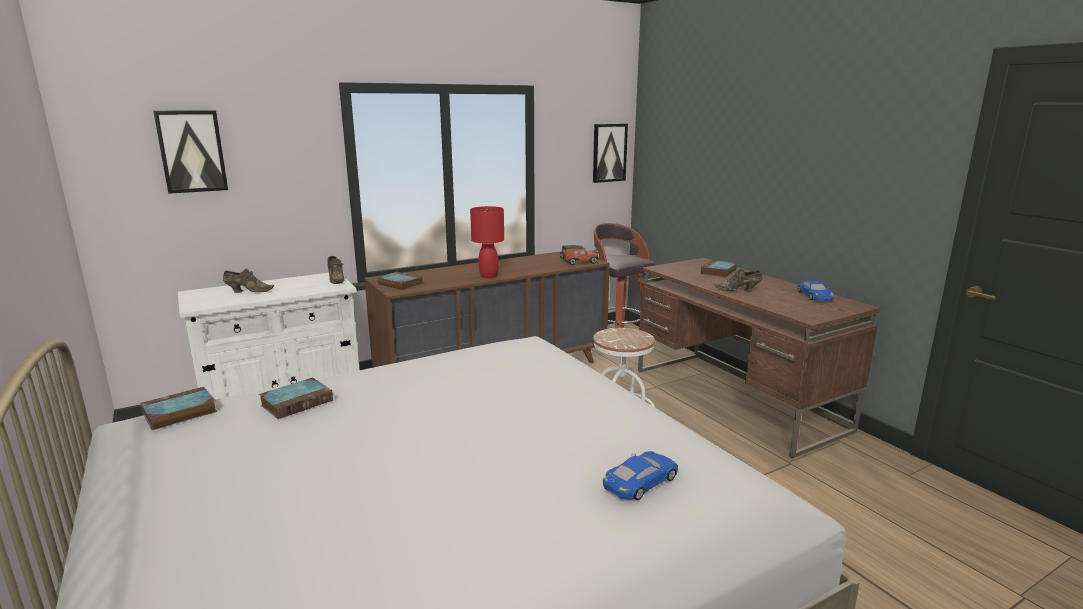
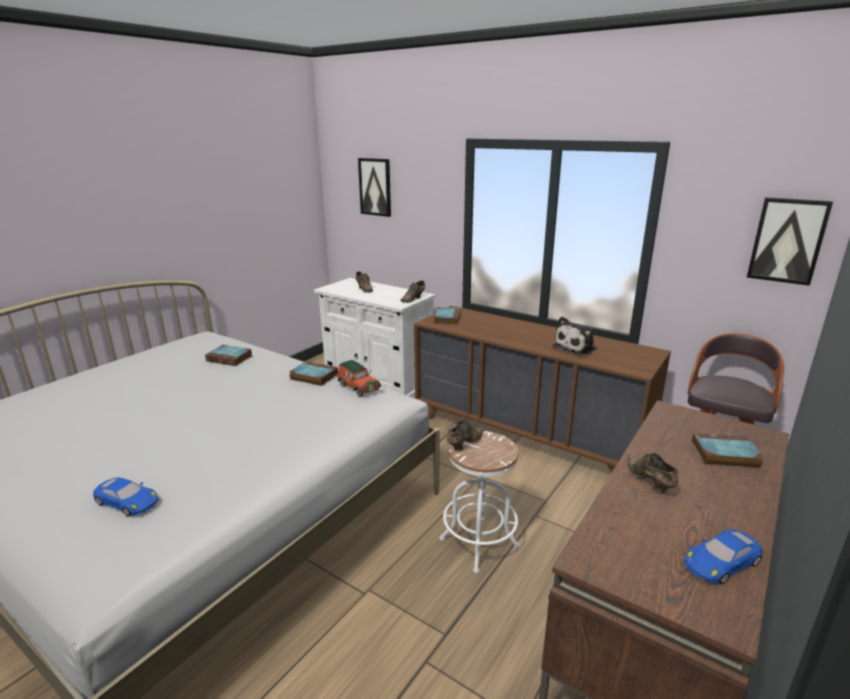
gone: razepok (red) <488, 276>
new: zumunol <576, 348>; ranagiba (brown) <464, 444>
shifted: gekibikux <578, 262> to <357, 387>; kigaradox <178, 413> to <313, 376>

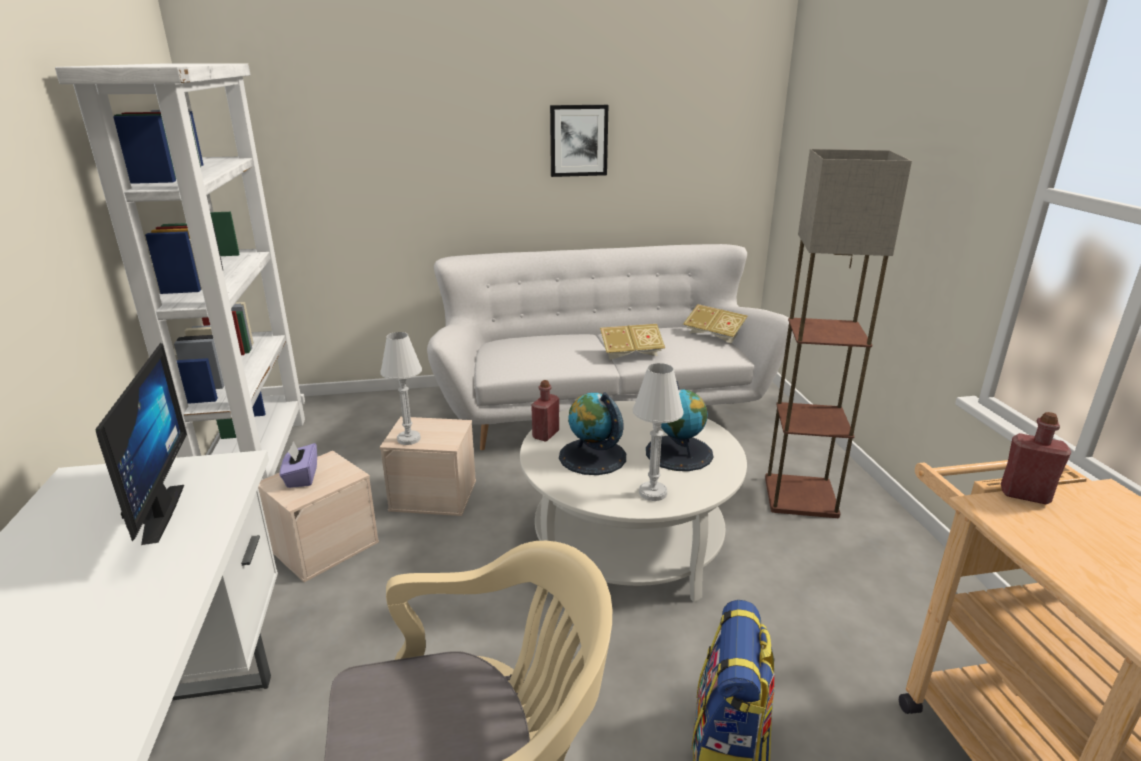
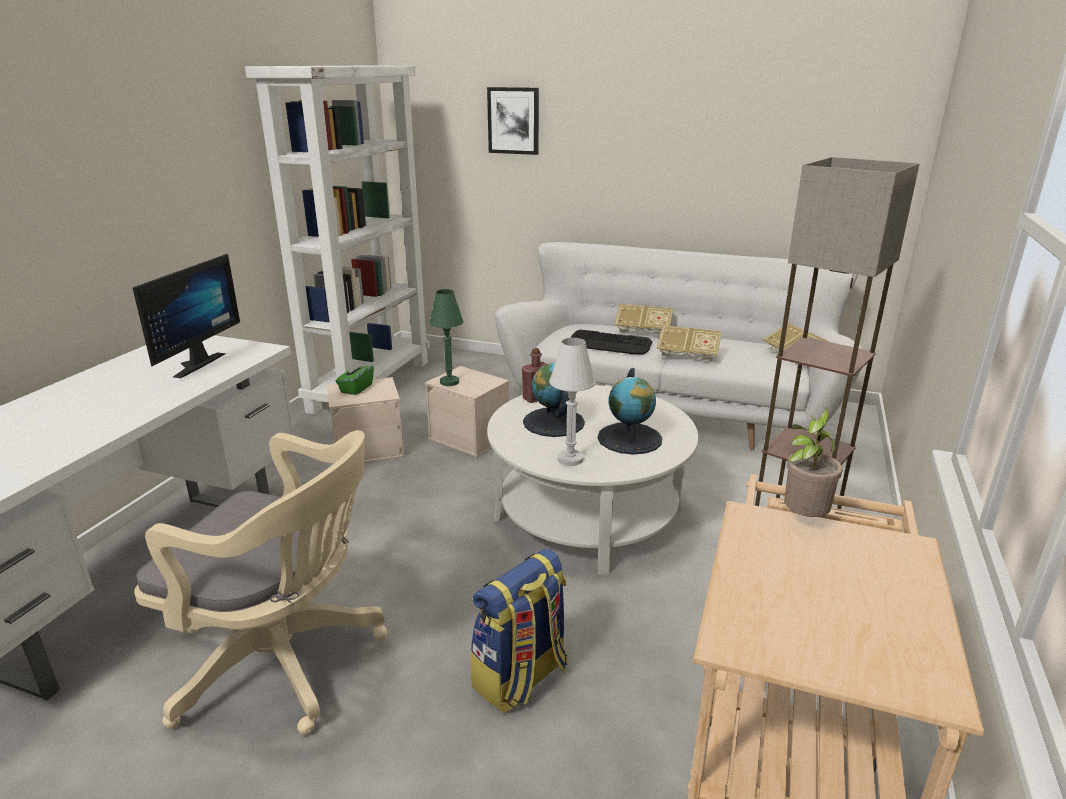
new: kigaradox <643, 331>; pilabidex <609, 344>
shifted: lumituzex <578, 140> to <513, 120>
swapped: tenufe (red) <1024, 494> to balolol <802, 519>
repainted: razepok (white) <408, 439> to razepok (green) <449, 382>; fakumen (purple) <301, 477> to fakumen (green) <356, 388>

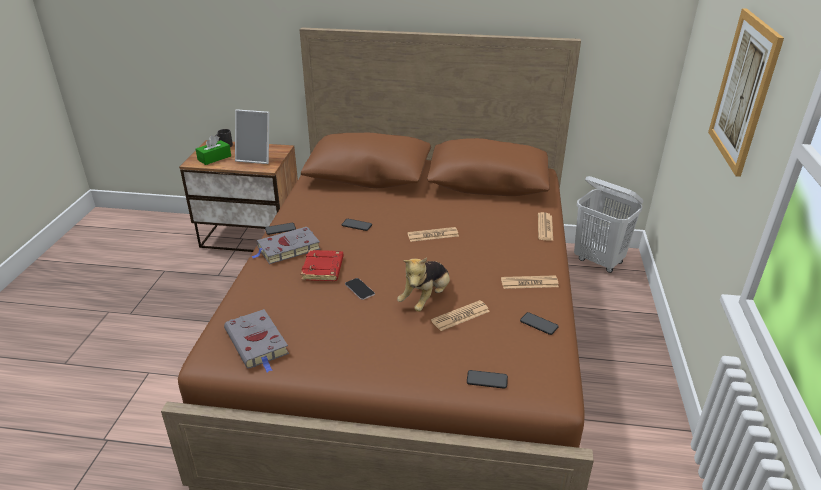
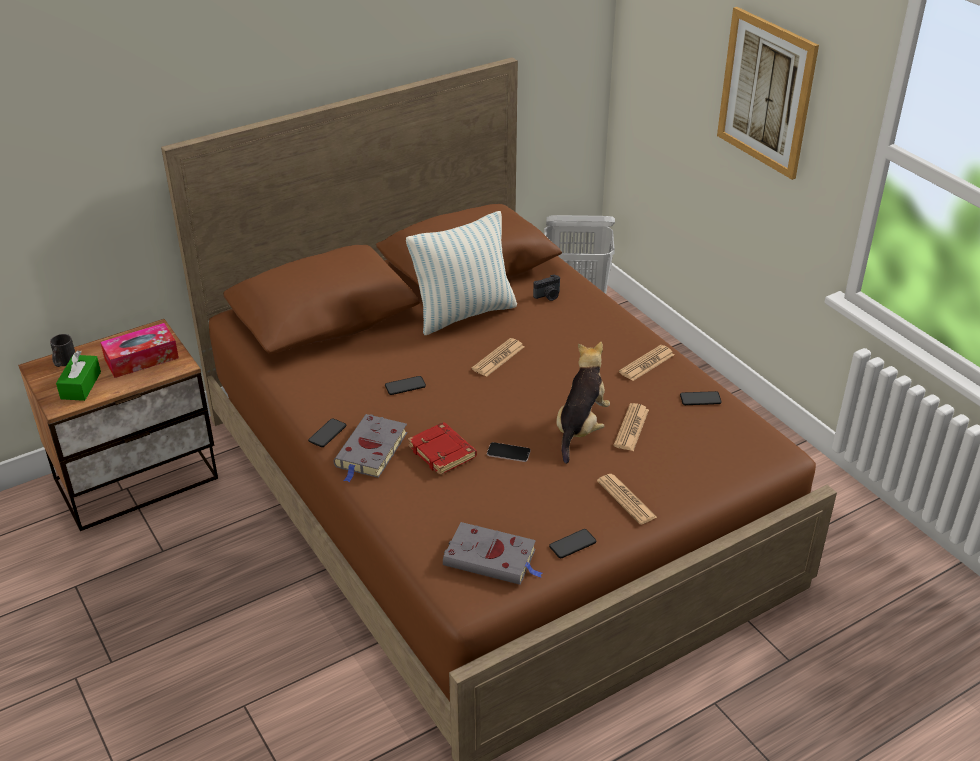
new: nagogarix <464, 313>; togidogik <548, 296>
shifted: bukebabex <545, 227> to <626, 499>; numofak <487, 380> to <572, 544>
swapped: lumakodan <256, 158> to fakumen <141, 359>
rotated: zumunol <426, 298> = <580, 428> 150 degrees counterclockwise

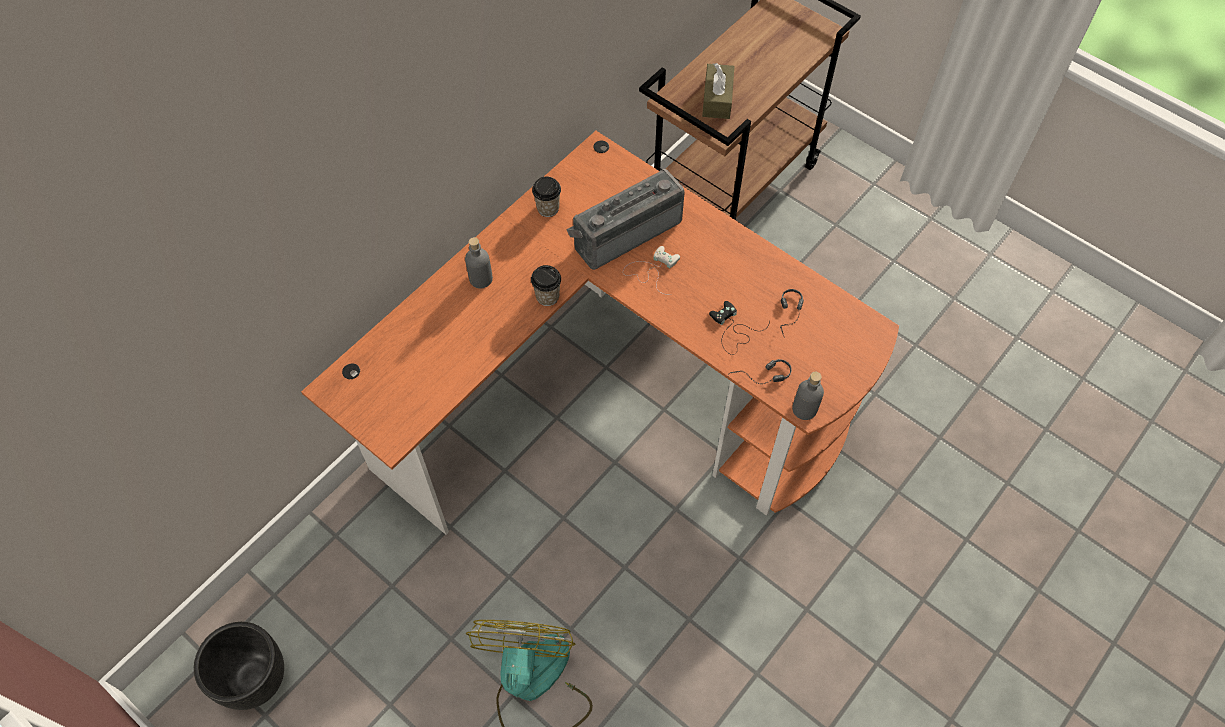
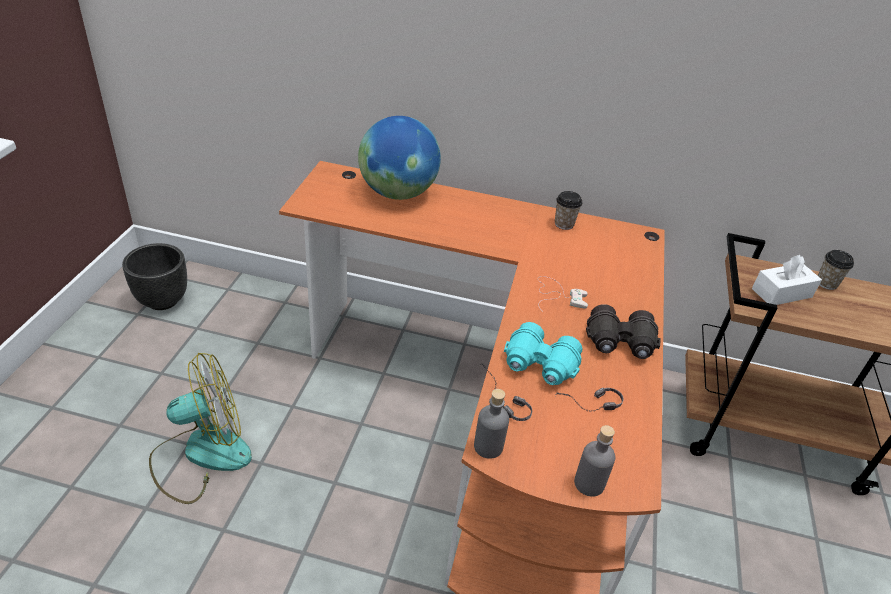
gone: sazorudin <625, 231>
new: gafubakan <397, 193>; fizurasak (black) <620, 343>
shifted: tenufe (grey) <480, 279> to <589, 483>; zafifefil <547, 297> to <826, 283>
swapped: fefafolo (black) <734, 330> to fizurasak (turquoise) <539, 366>
repainted: fakumen (brown) <717, 99> to fakumen (white) <781, 293>

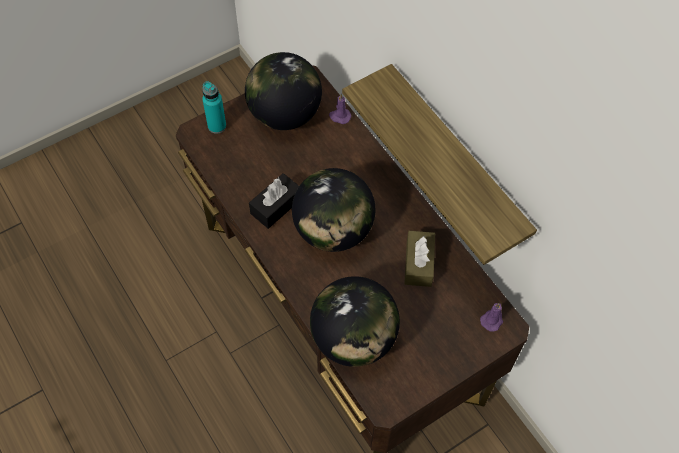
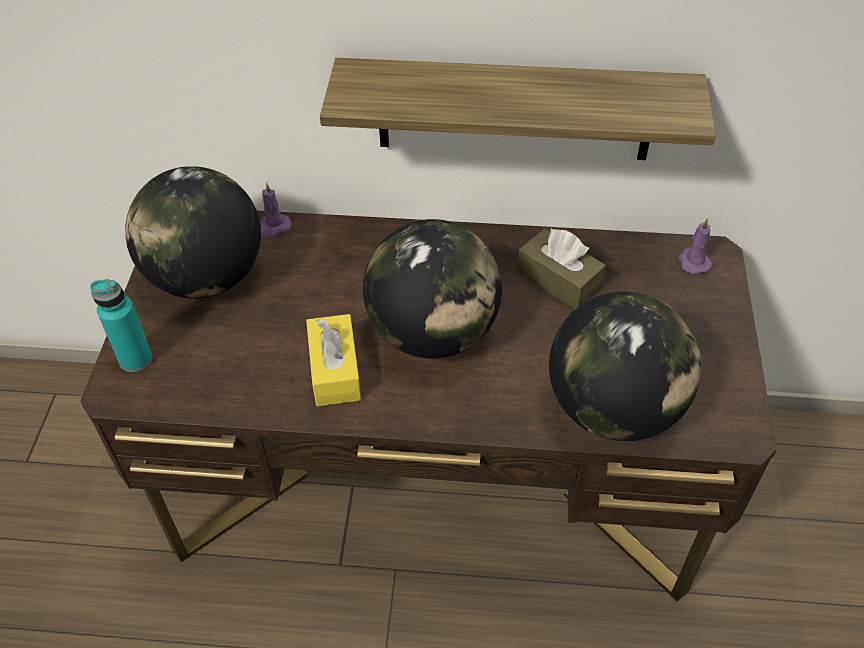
repainted: fakumen (black) <276, 206> to fakumen (yellow) <335, 370>

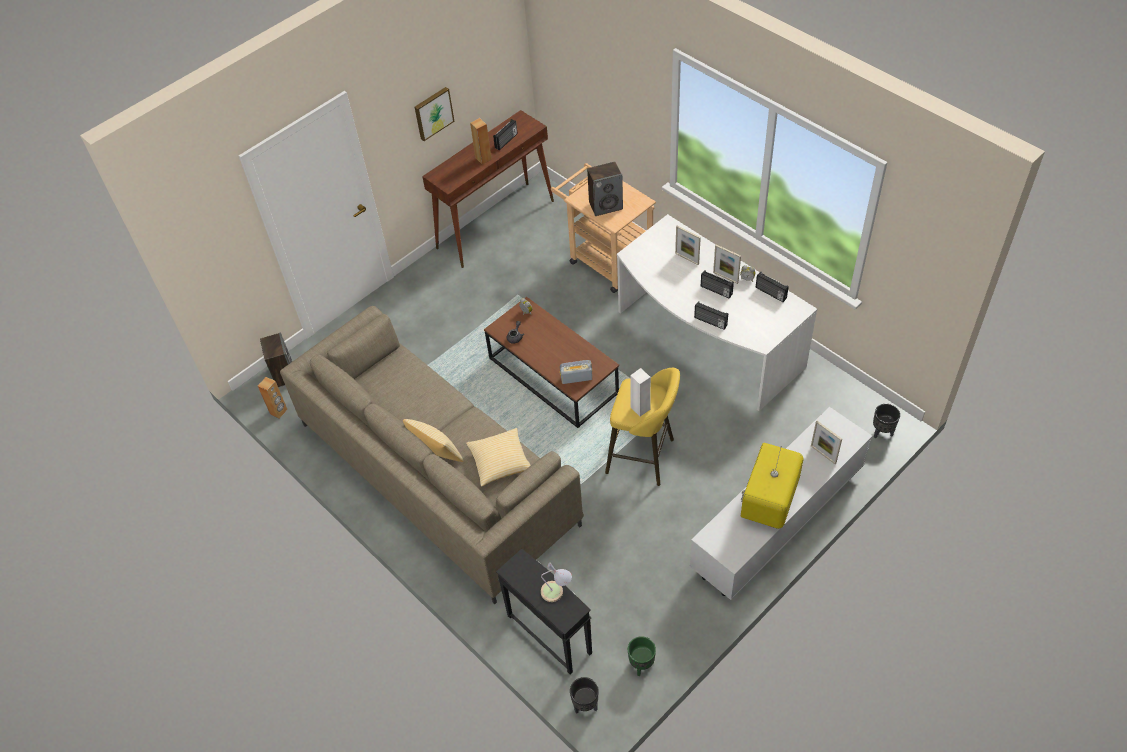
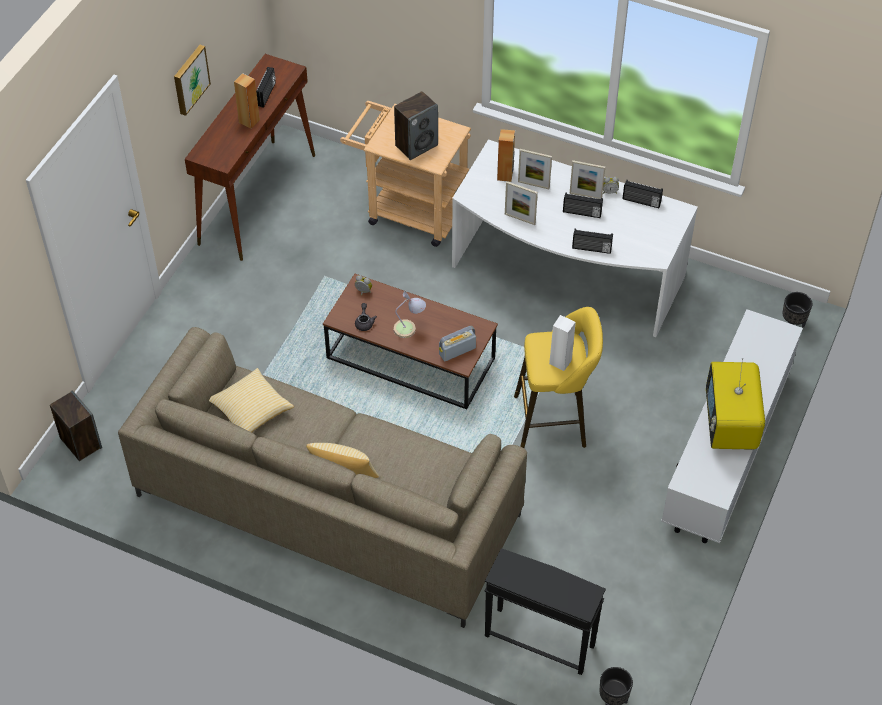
gone: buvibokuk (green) <641, 665>
shifted: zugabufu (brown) <279, 412> to <505, 175>; lumakodan <823, 454> to <520, 219>; nagogarix <500, 462> to <251, 410>; razepok <557, 592> to <409, 328>

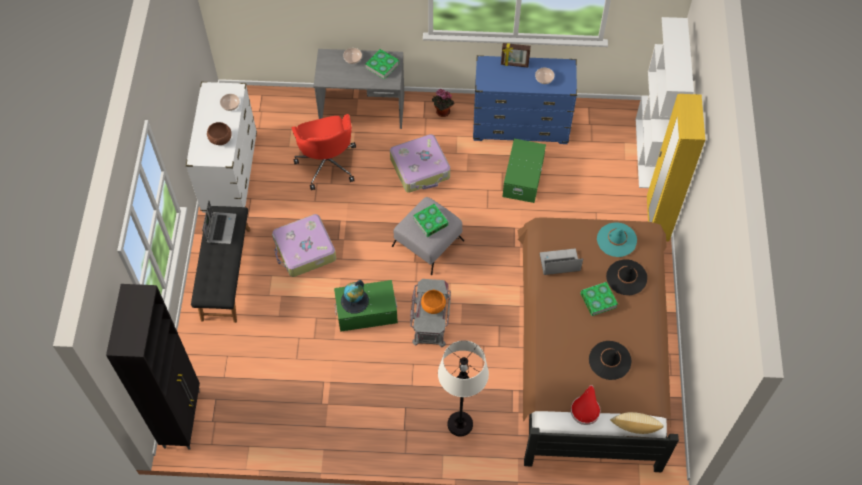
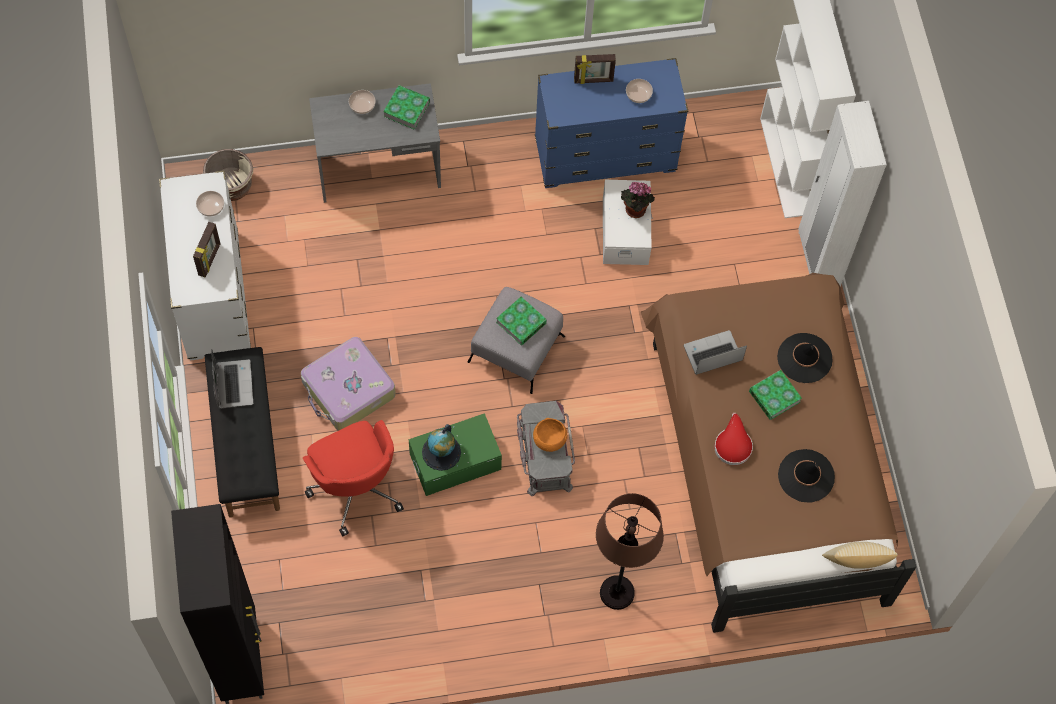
gone: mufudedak <420, 168>; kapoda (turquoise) <616, 240>
new: buvibokuk (beige) <231, 186>
shifted: balolol <442, 112> to <634, 211>; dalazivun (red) <327, 163> to <356, 486>; kapoda (red) <585, 408> to <732, 444>
swapped: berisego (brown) <220, 138> to lumakodan <210, 259>
repainted: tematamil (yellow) <657, 220> to tematamil (white) <818, 260>; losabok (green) <524, 177> to losabok (white) <626, 230>; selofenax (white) <460, 424> to selofenax (brown) <617, 592>

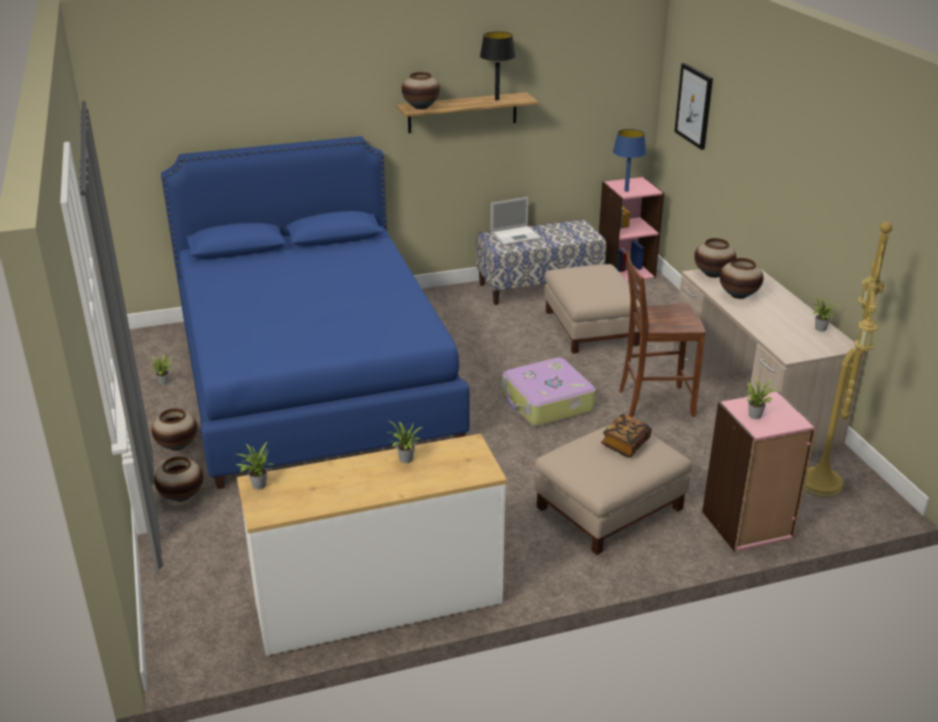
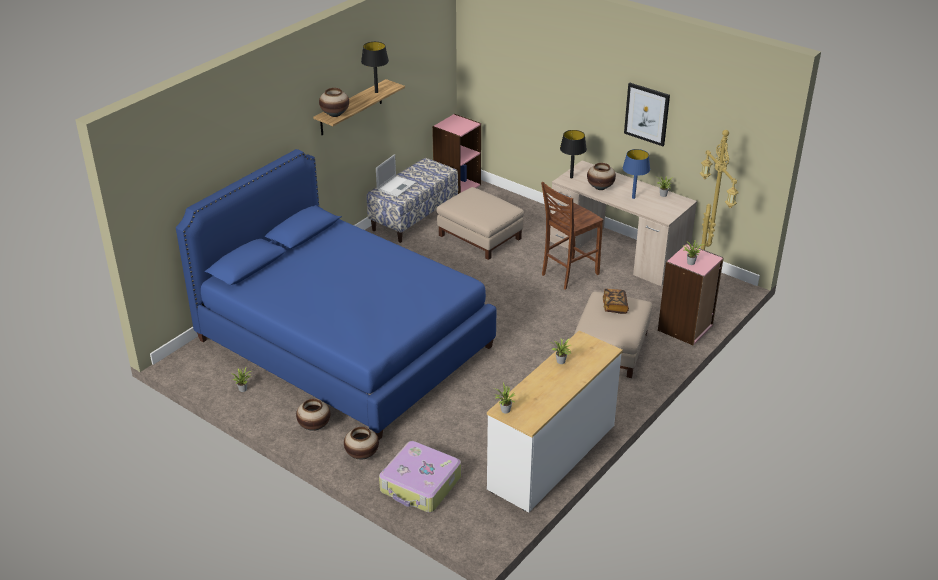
shifted: lumituzex <694, 105> to <647, 114>; razepok (blue) <626, 191> to <633, 197>; mufudedak <547, 403> to <420, 485>
swapped: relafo <713, 274> to razepok (black) <571, 177>

